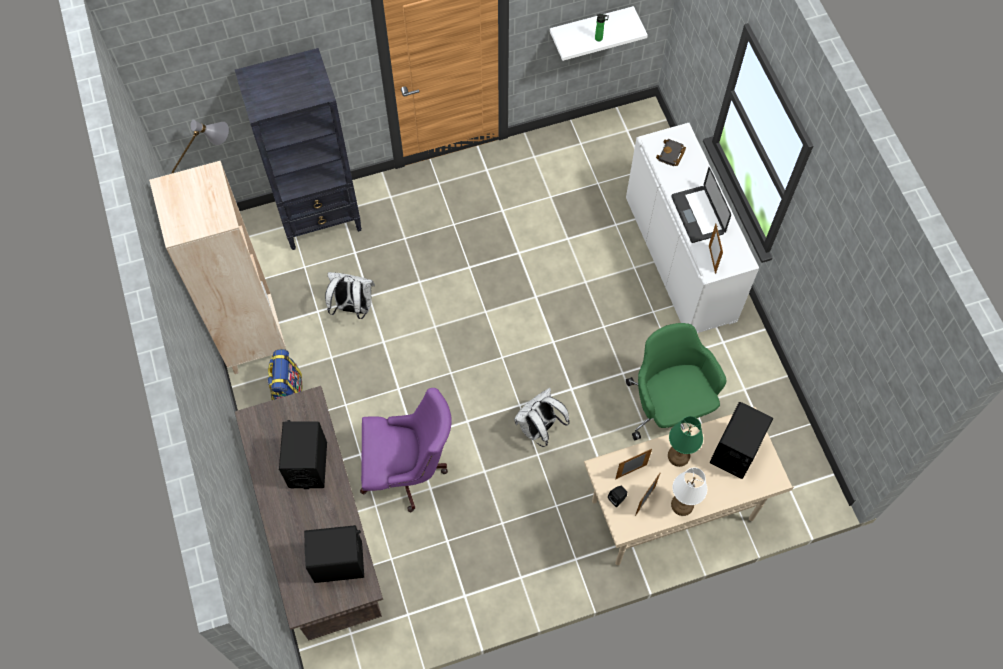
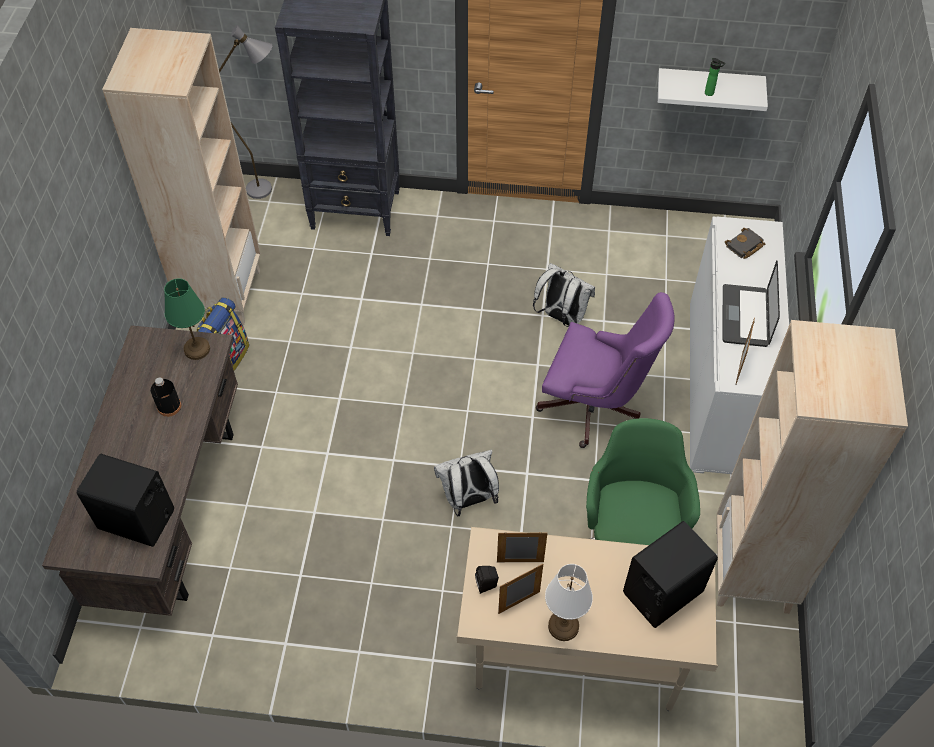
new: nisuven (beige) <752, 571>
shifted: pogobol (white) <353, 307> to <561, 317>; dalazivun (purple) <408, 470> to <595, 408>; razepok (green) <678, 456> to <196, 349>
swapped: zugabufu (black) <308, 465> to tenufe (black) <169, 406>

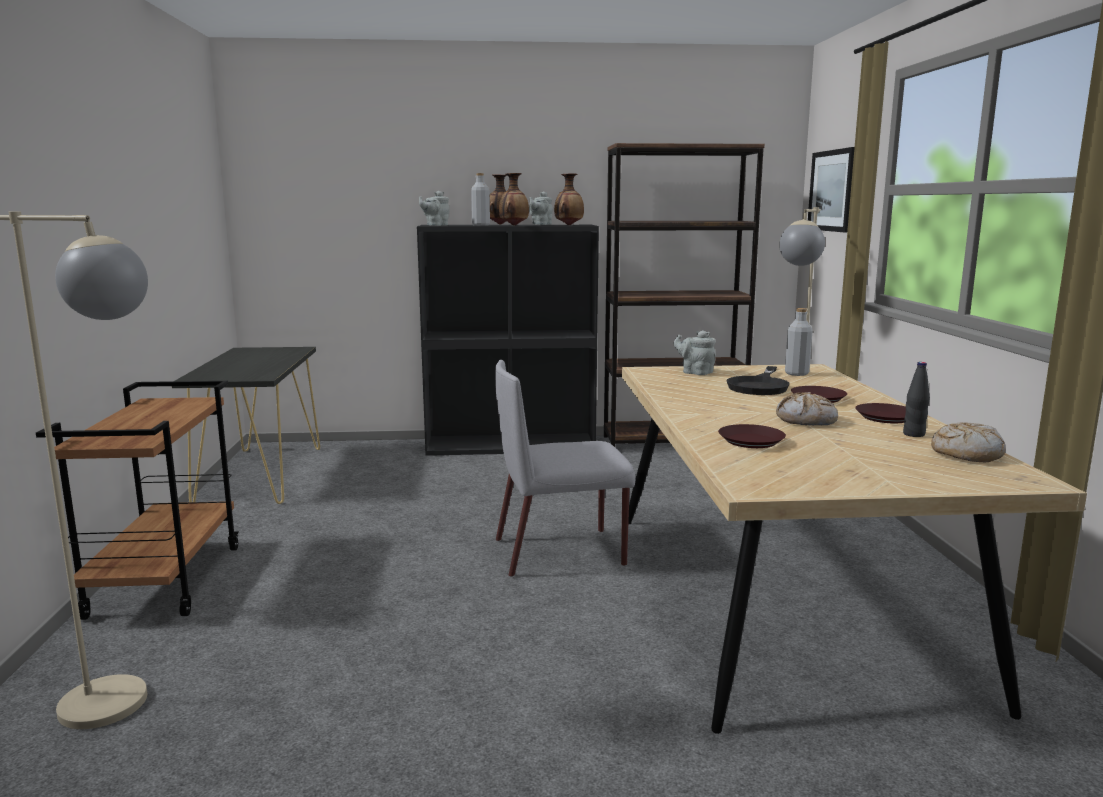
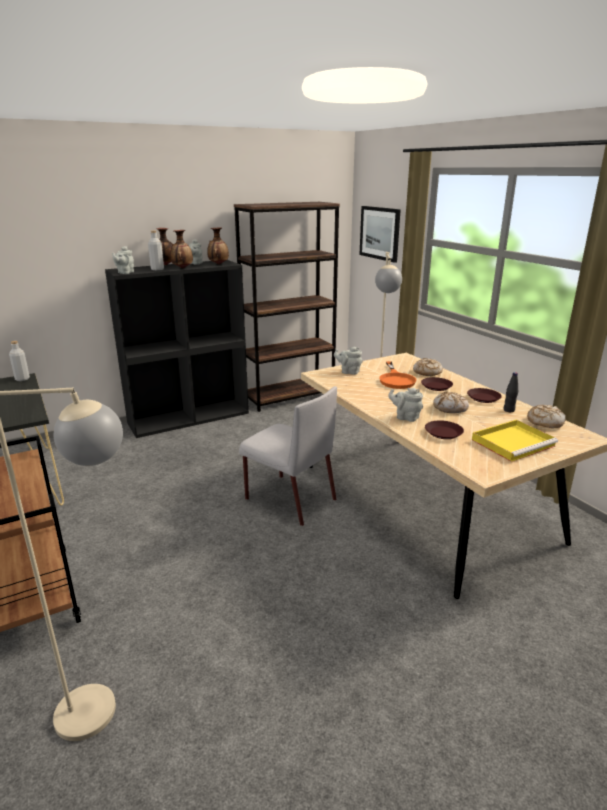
new: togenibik <427, 372>; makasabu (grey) <405, 417>; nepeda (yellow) <513, 442>
shifted: tenufe (grey) <796, 373> to <22, 379>
repainted: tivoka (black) <759, 386> to tivoka (orange) <396, 379>
rotated: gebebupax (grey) <561, 552> = <289, 499> 105 degrees counterclockwise

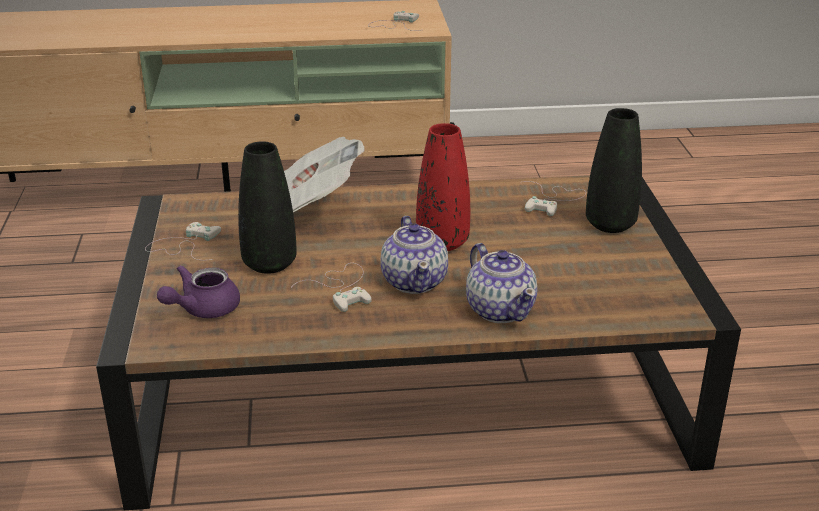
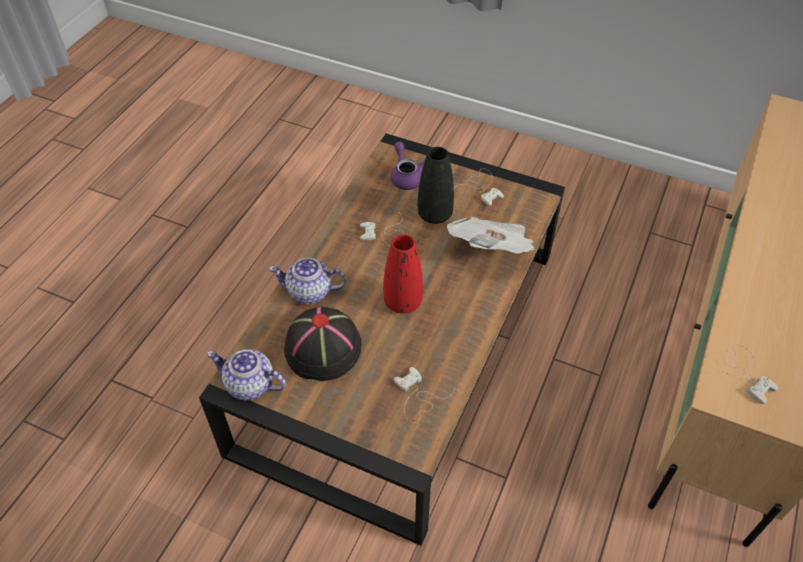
gone: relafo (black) <610, 224>
new: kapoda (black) <323, 349>
shifted: makasabu <415, 281> to <250, 385>

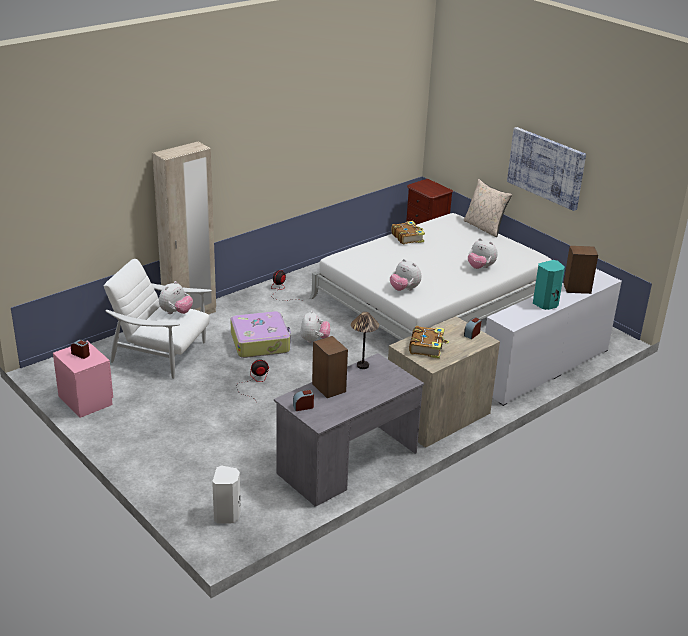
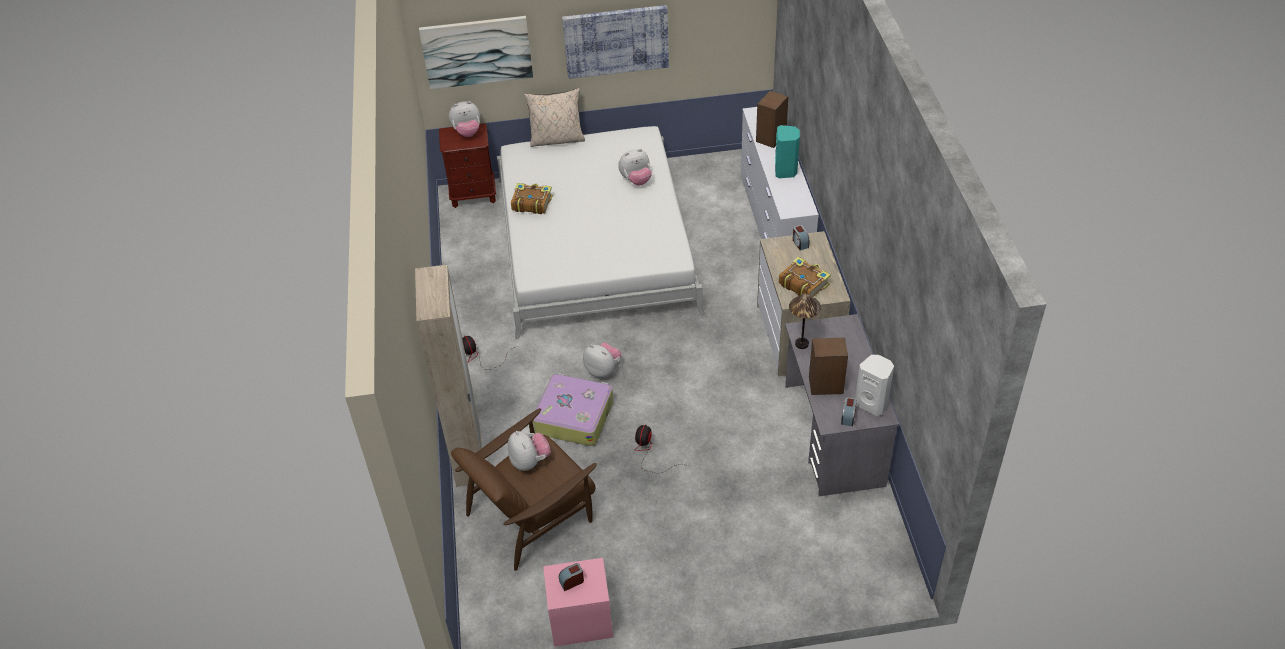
new: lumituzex <477, 51>
shifted: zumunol <404, 289> to <467, 132>; zugabufu (white) <227, 515> to <872, 403>
repainted: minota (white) <161, 353> to minota (brown) <531, 514>

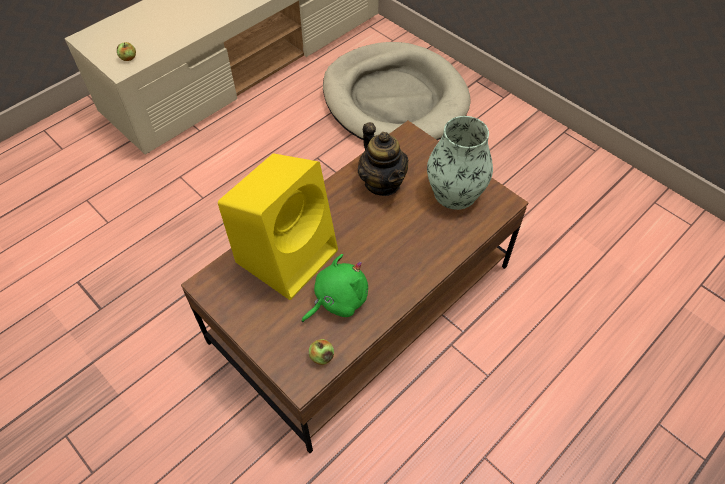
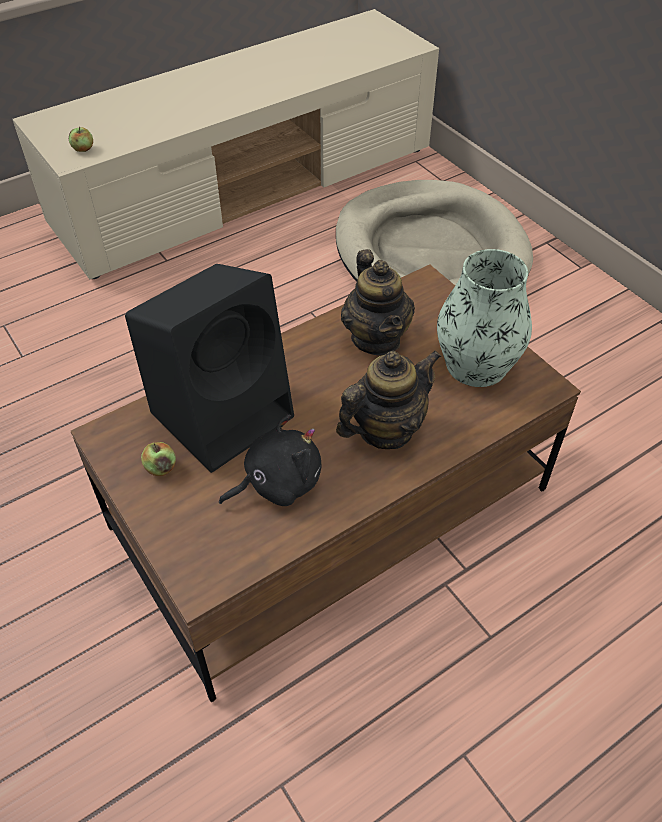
new: makasabu <385, 429>
shifted: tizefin <322, 356> to <161, 468>
repainted: zugabufu (yellow) <288, 254> to zugabufu (black) <224, 412>; zumunol (green) <337, 300> to zumunol (black) <277, 482>

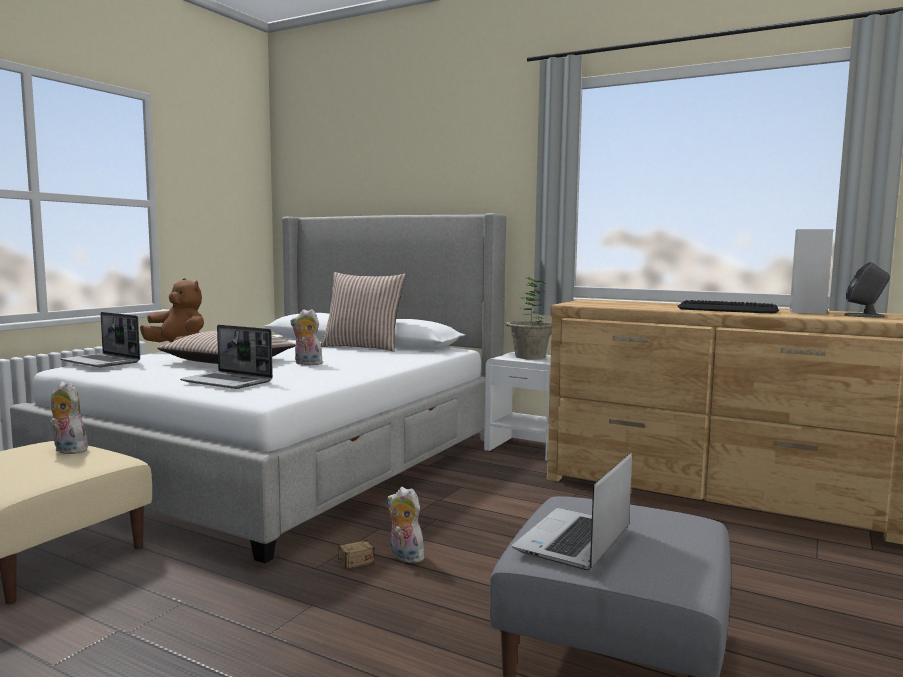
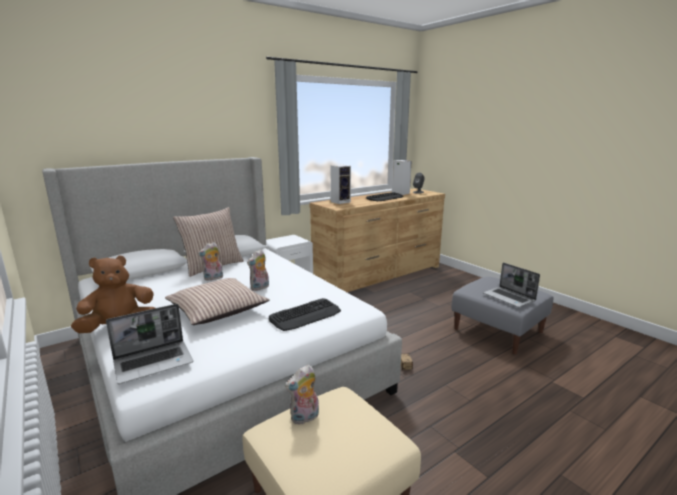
gone: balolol <530, 357>
new: zugabufu <341, 202>
shifted: zumunol <404, 557> to <213, 278>
swapped: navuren <228, 382> to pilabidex <305, 315>

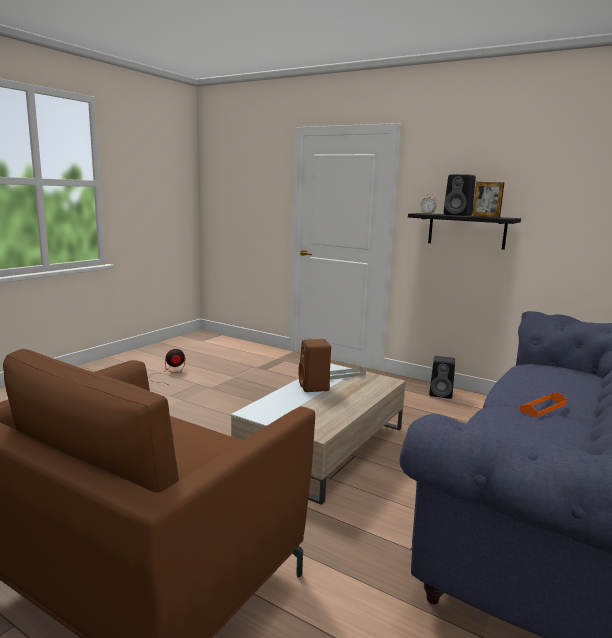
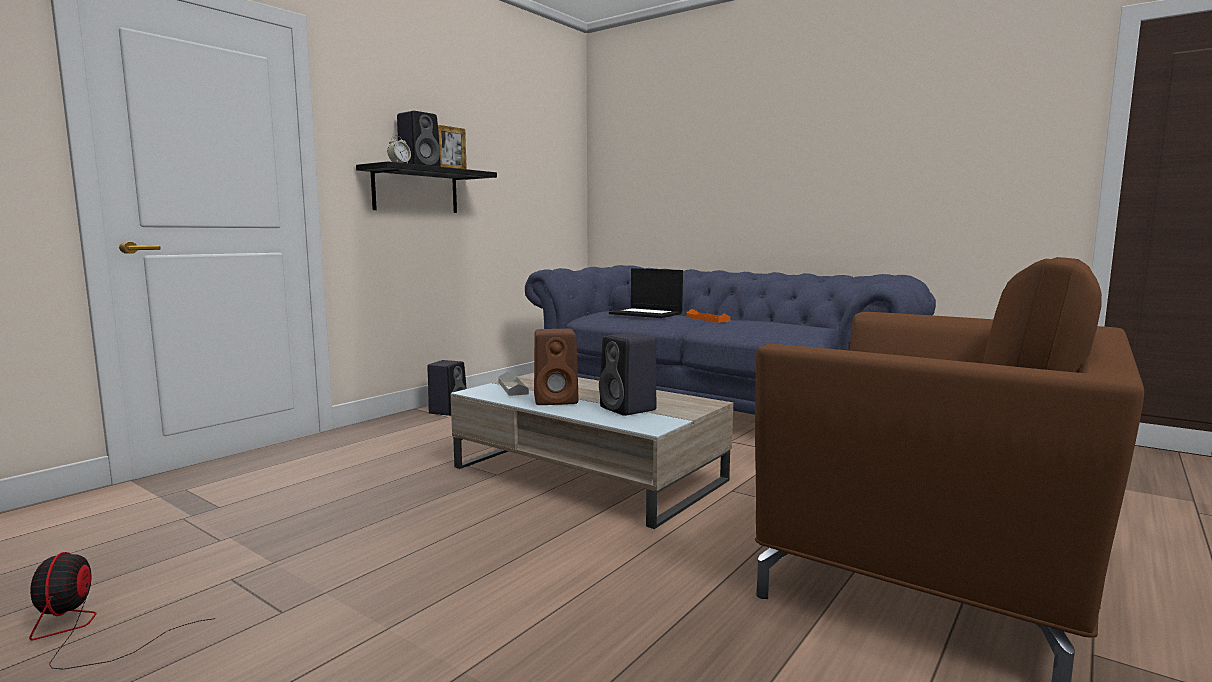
new: navuren <647, 314>; zugabufu (black) <629, 409>

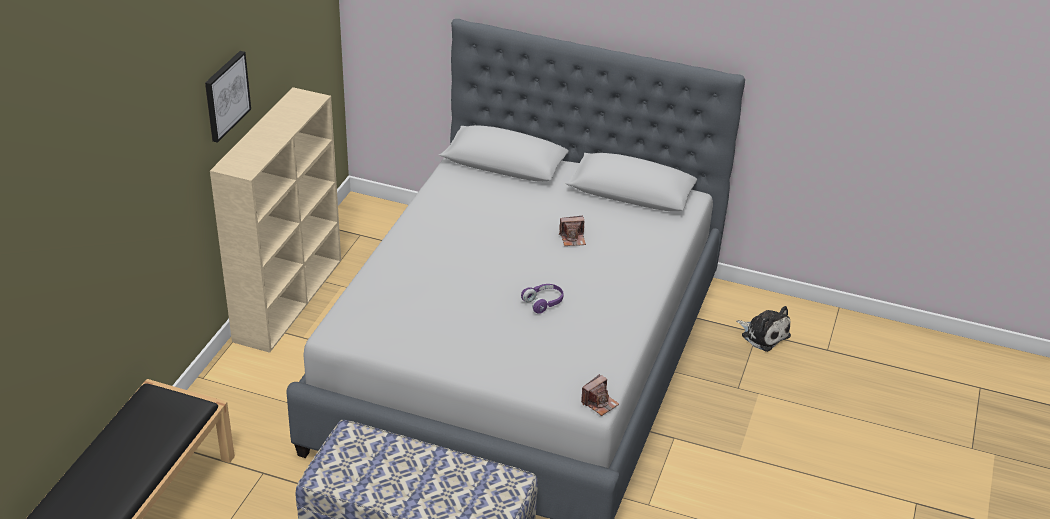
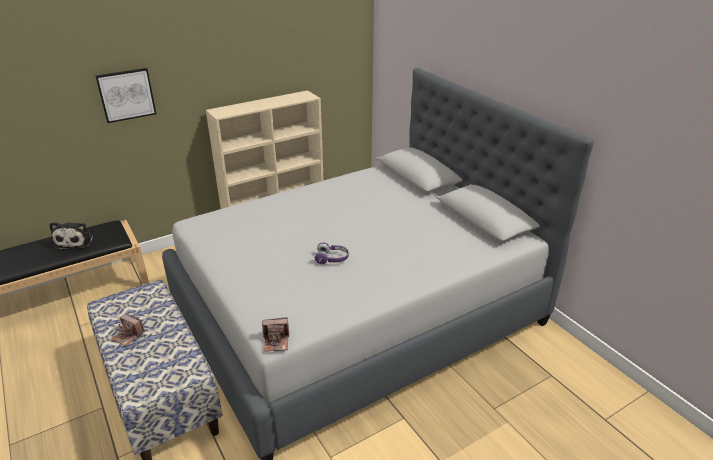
shifted: lumituzex <226, 95> to <126, 95>; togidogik <572, 238> to <128, 336>; zumunol <763, 334> to <75, 241>

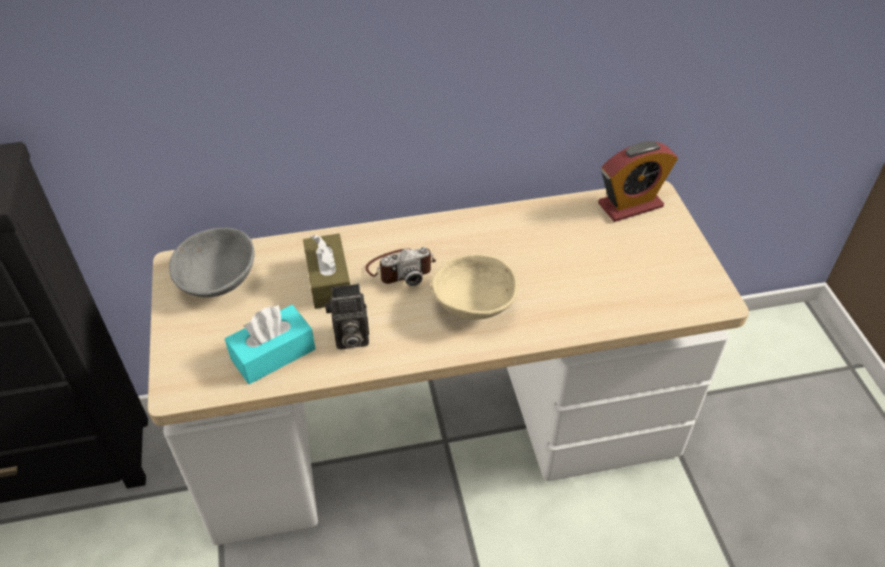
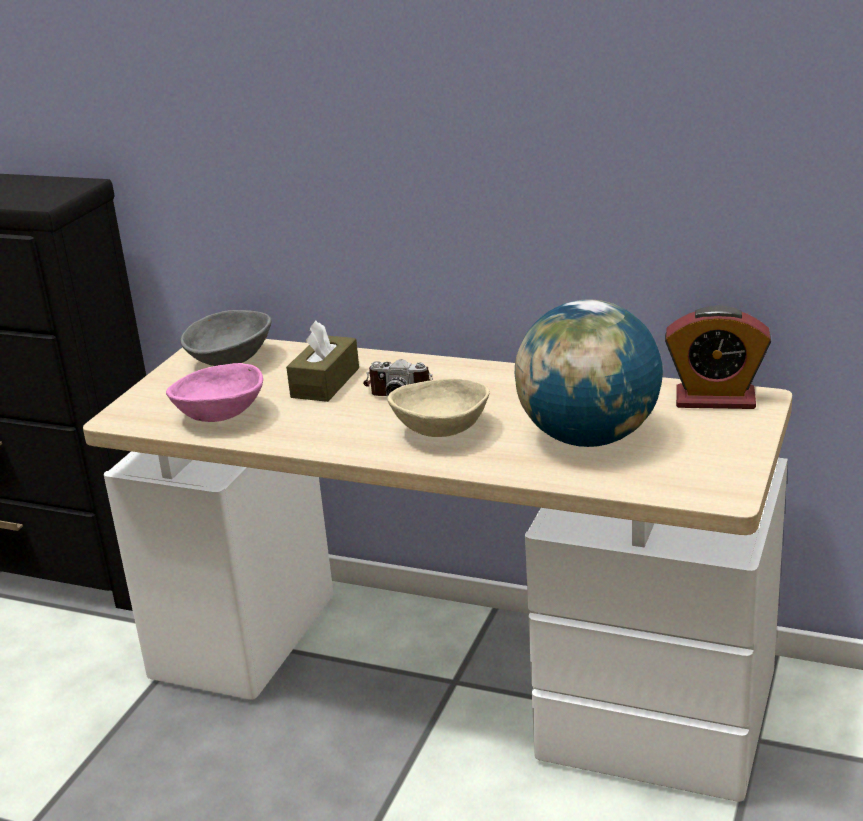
gone: togidogik <349, 338>
new: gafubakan <589, 438>
swapped: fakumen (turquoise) <273, 354> to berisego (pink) <220, 417>

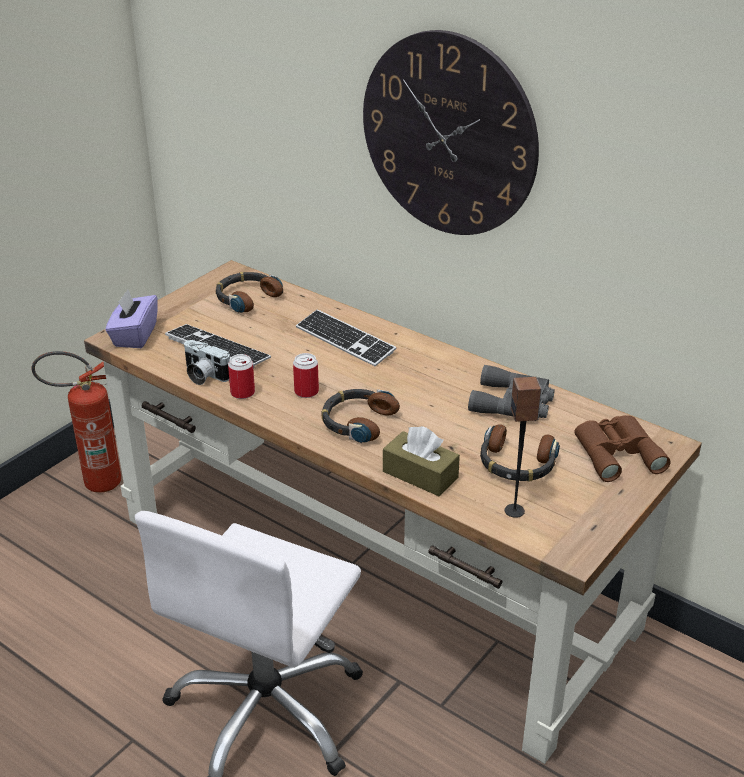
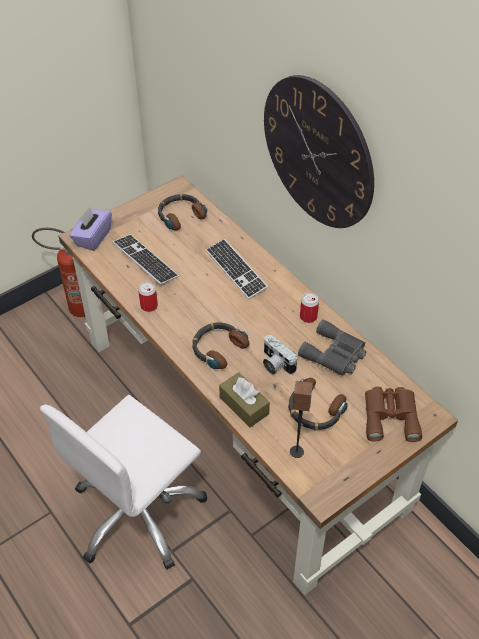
shifted: togidogik <204, 375> to <275, 364>; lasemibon <306, 392> to <308, 317>

